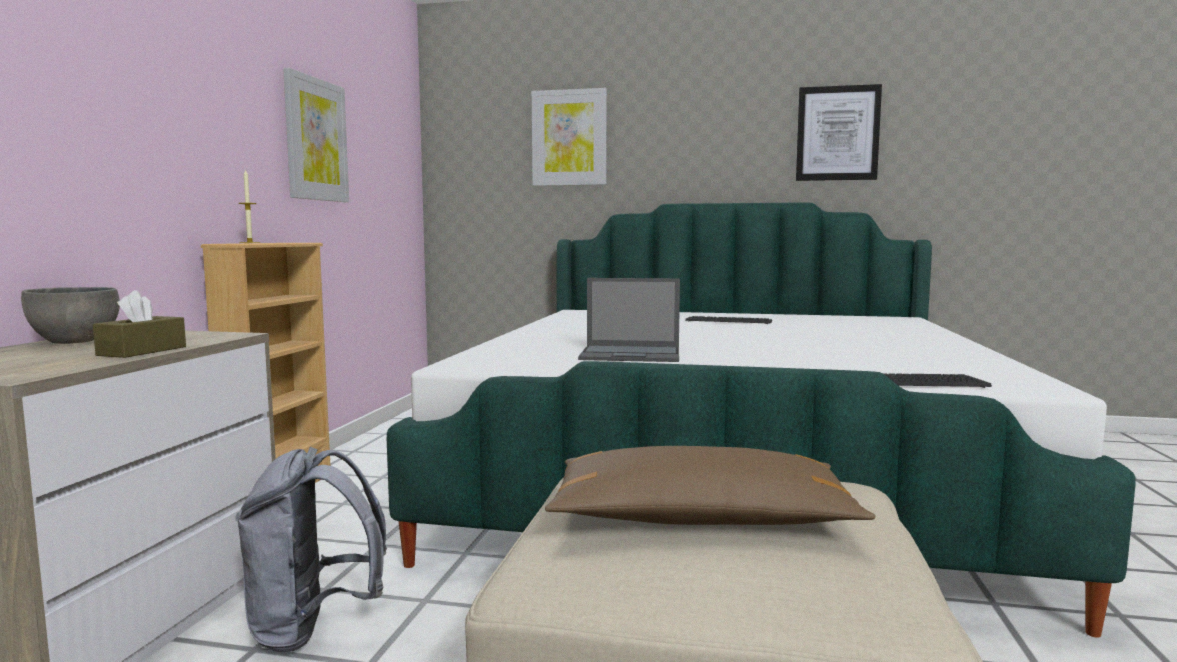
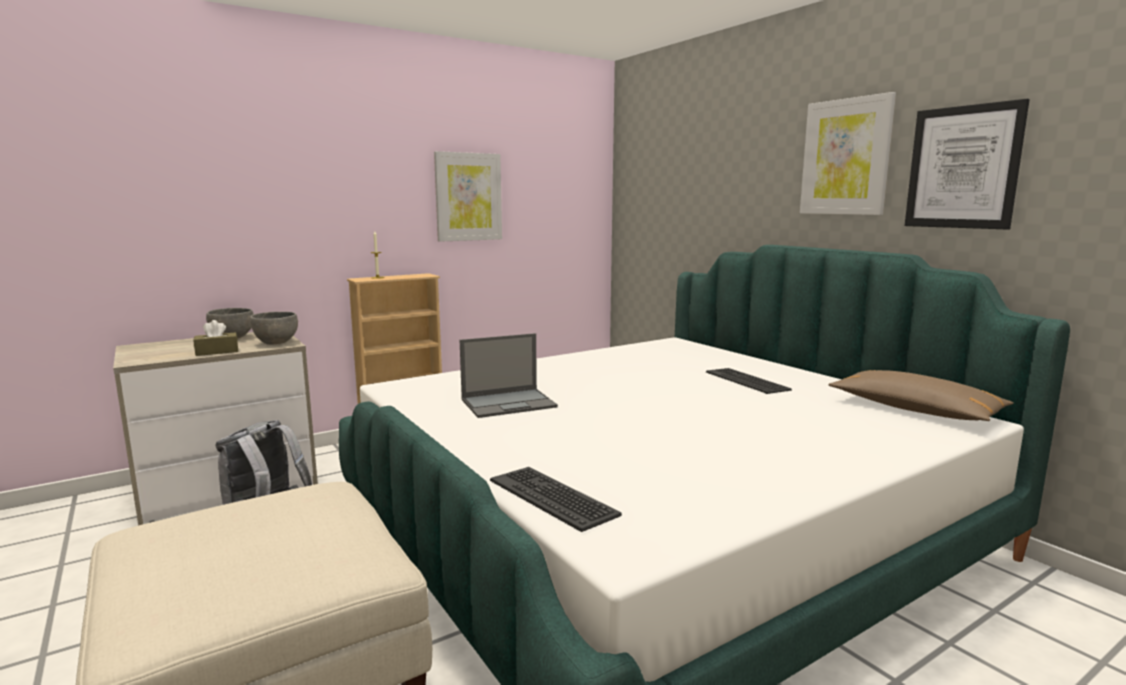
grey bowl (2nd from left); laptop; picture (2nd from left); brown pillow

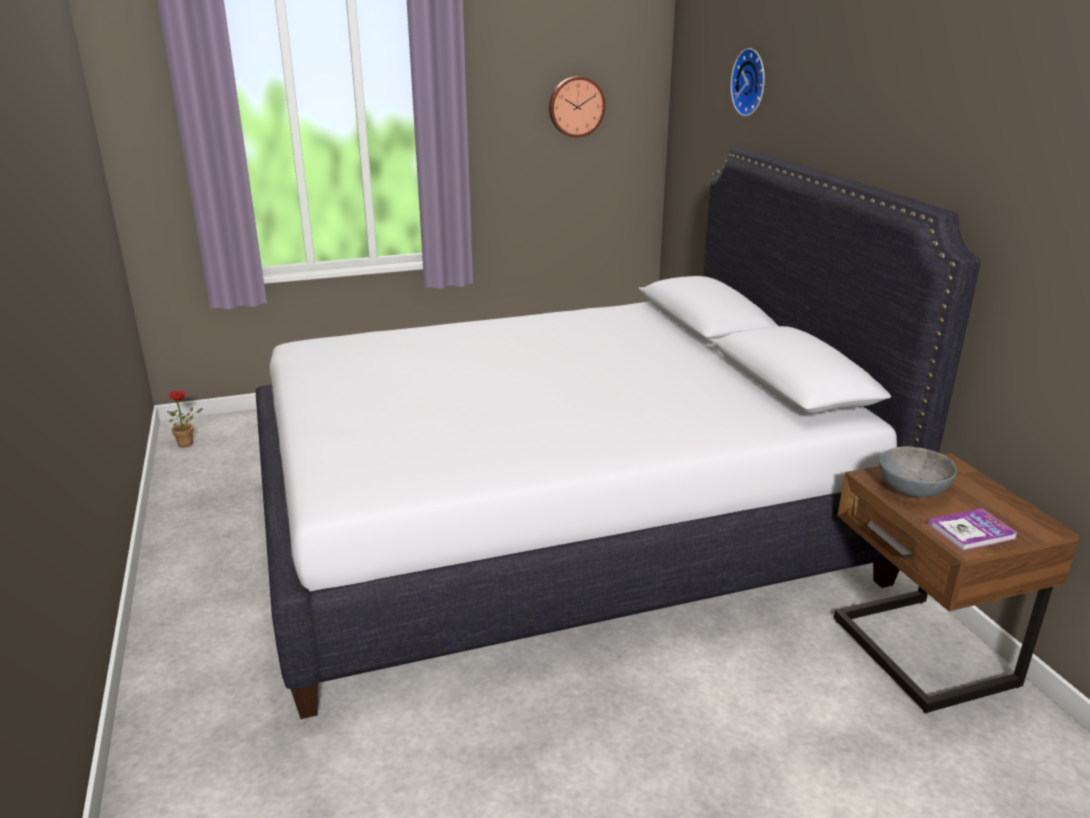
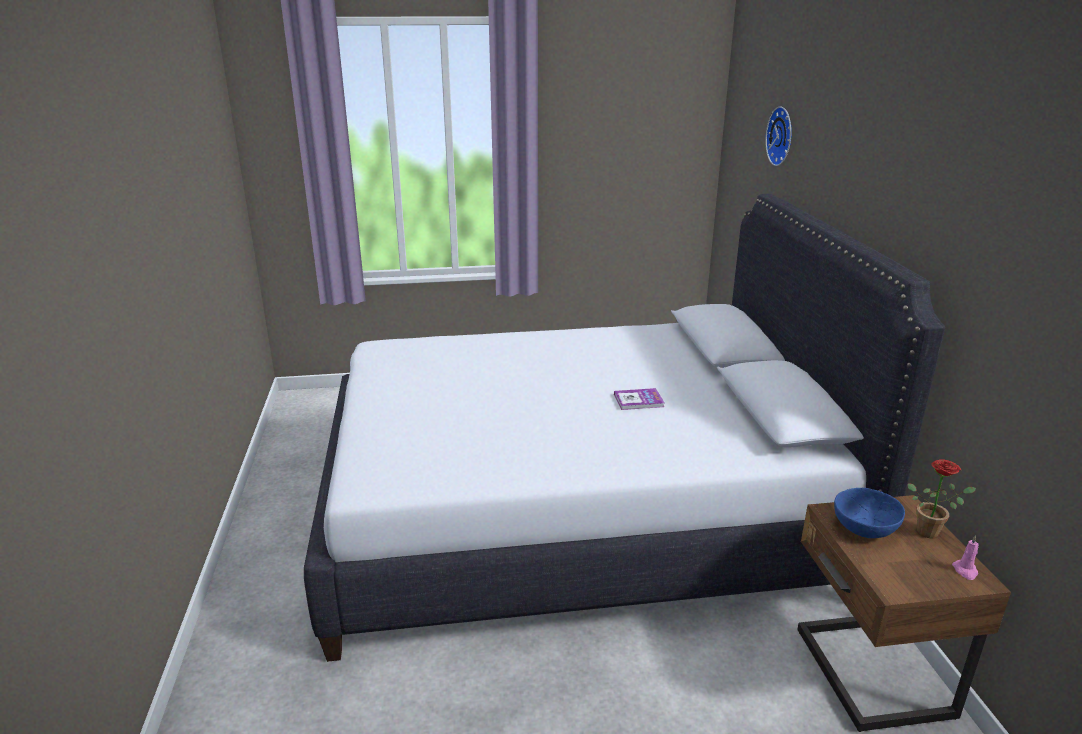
book; blue bowl; potted plant; pink candle; wall clock (1st from left in the first image)

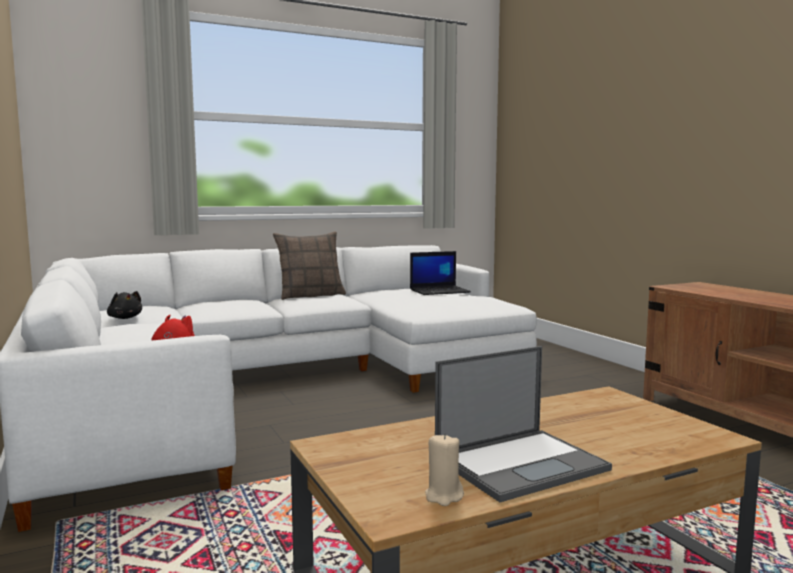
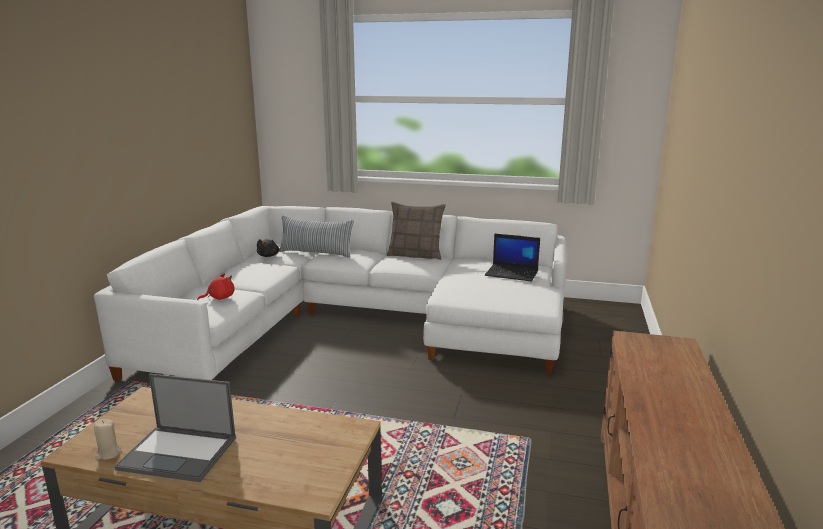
pillow (1st from left)

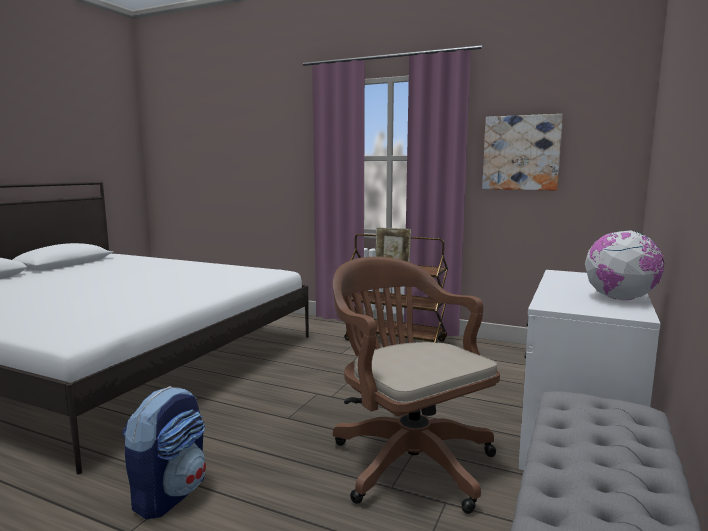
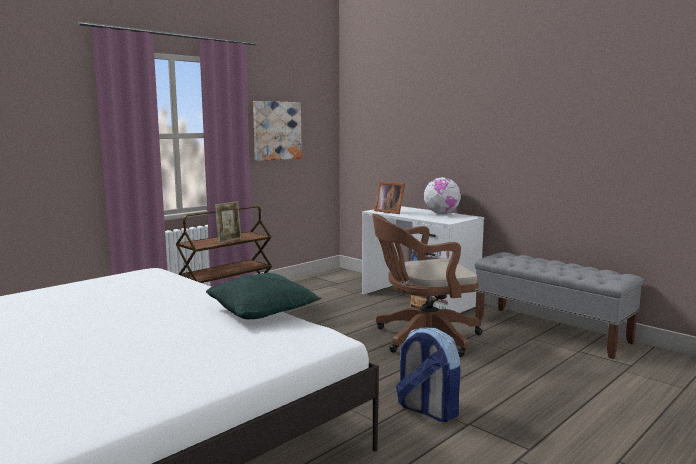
green pillow; picture frame (2nd from left)

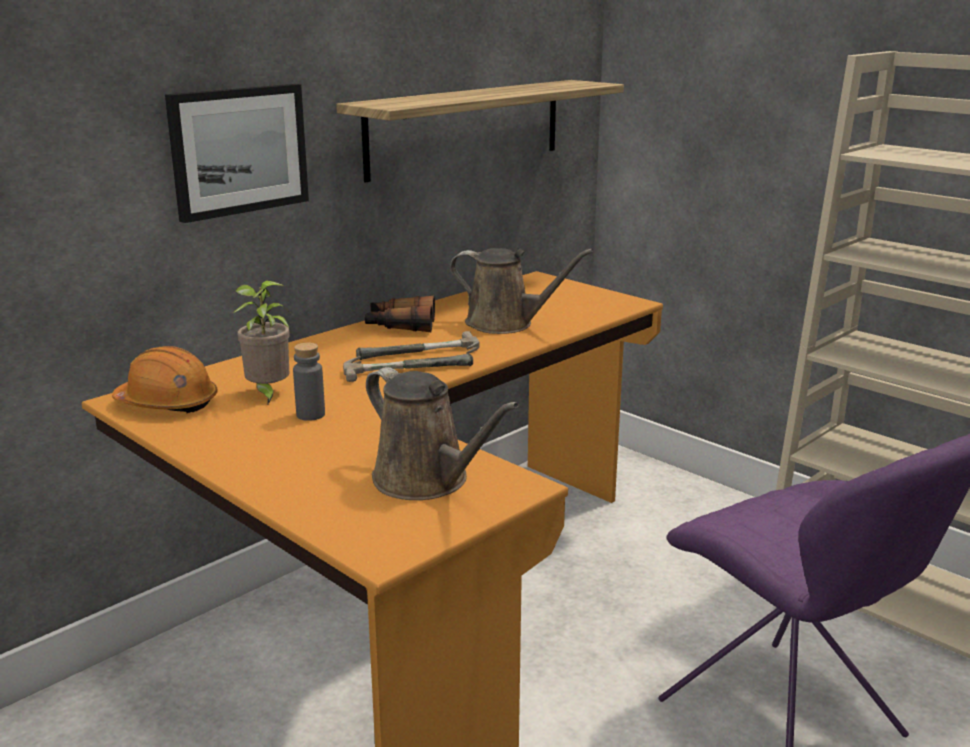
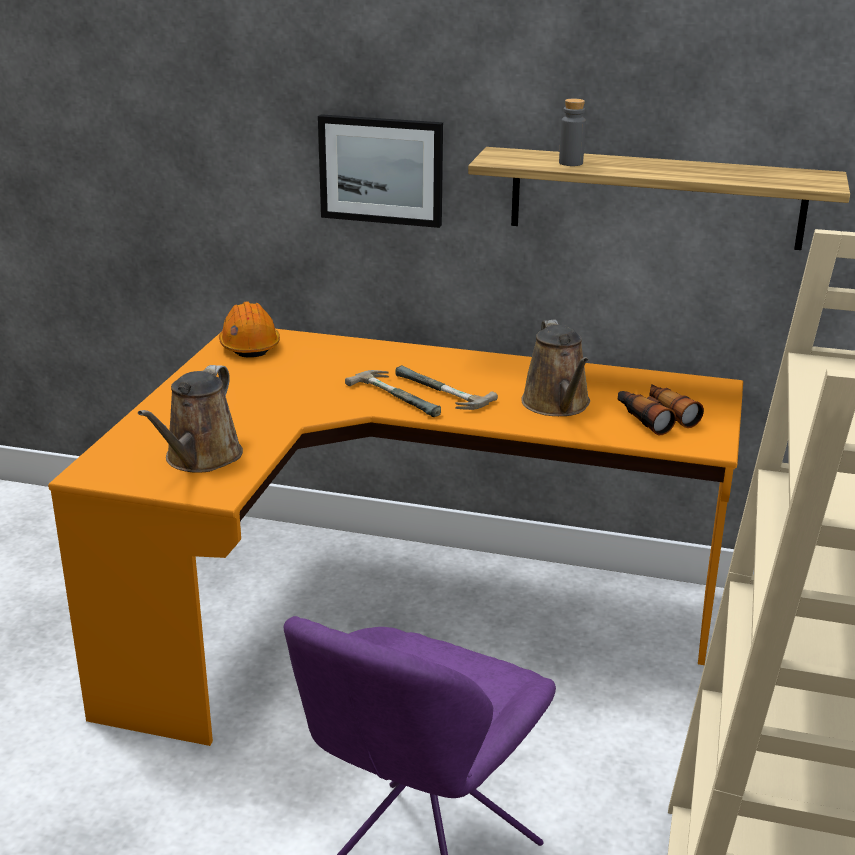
grey bottle; binoculars; potted plant

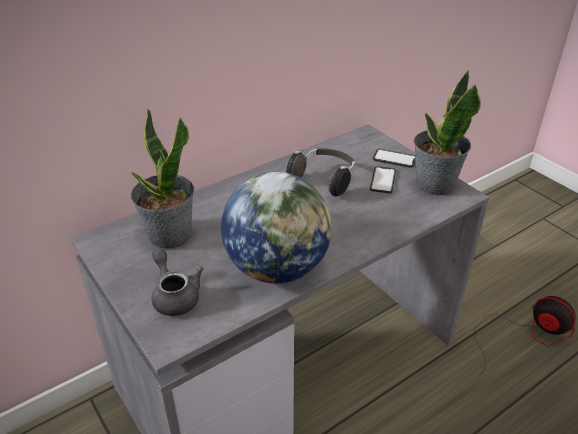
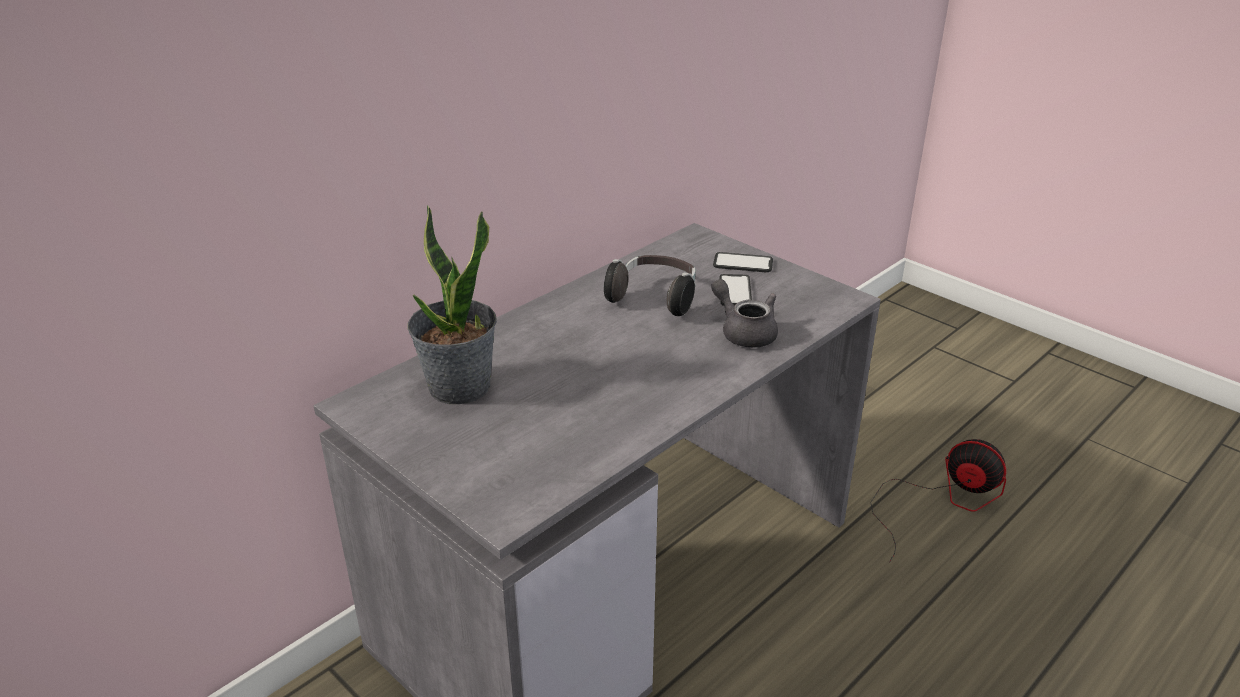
grey teapot; globe; potted plant (2nd from left in the first image)

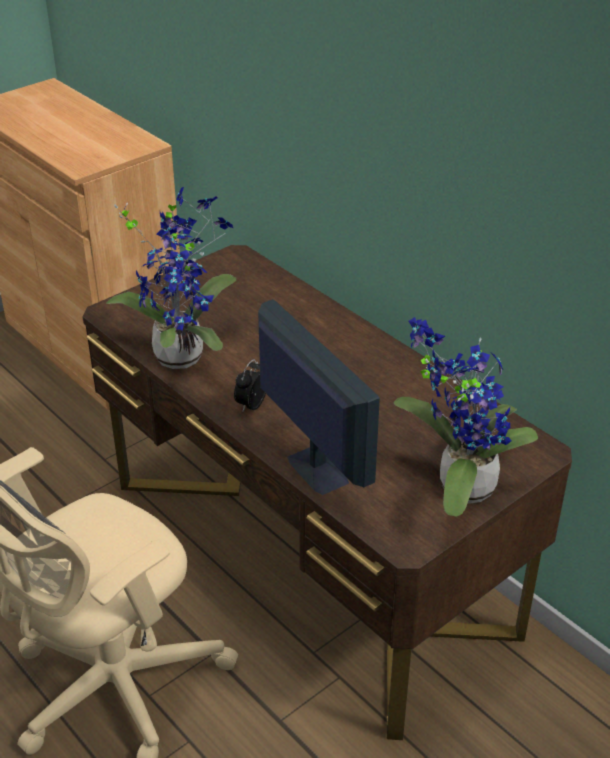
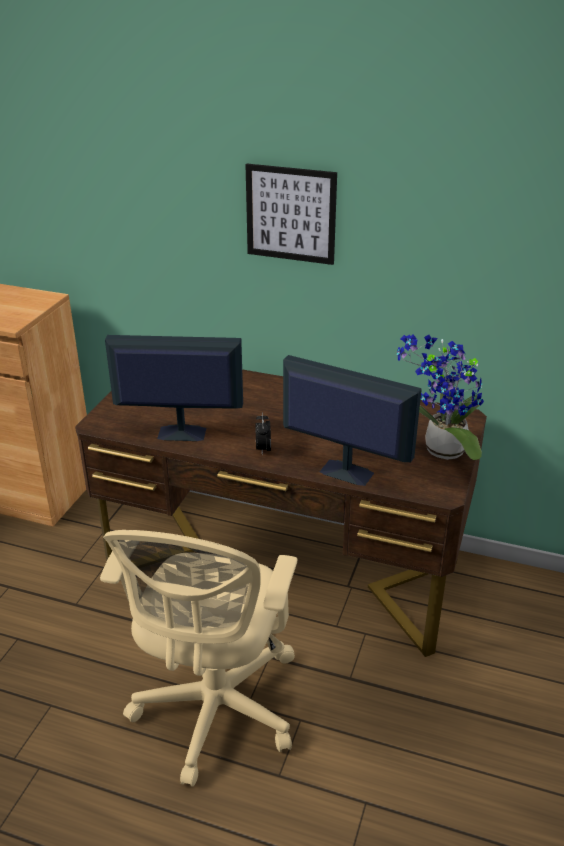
monitor (1st from left); picture

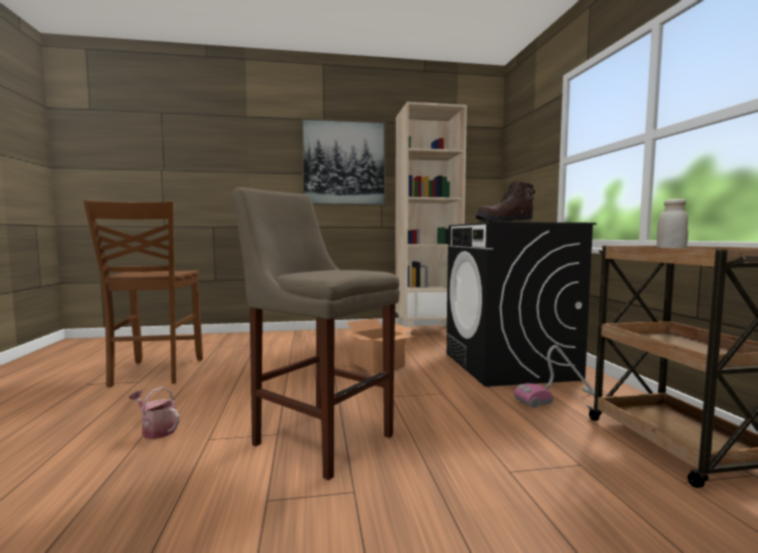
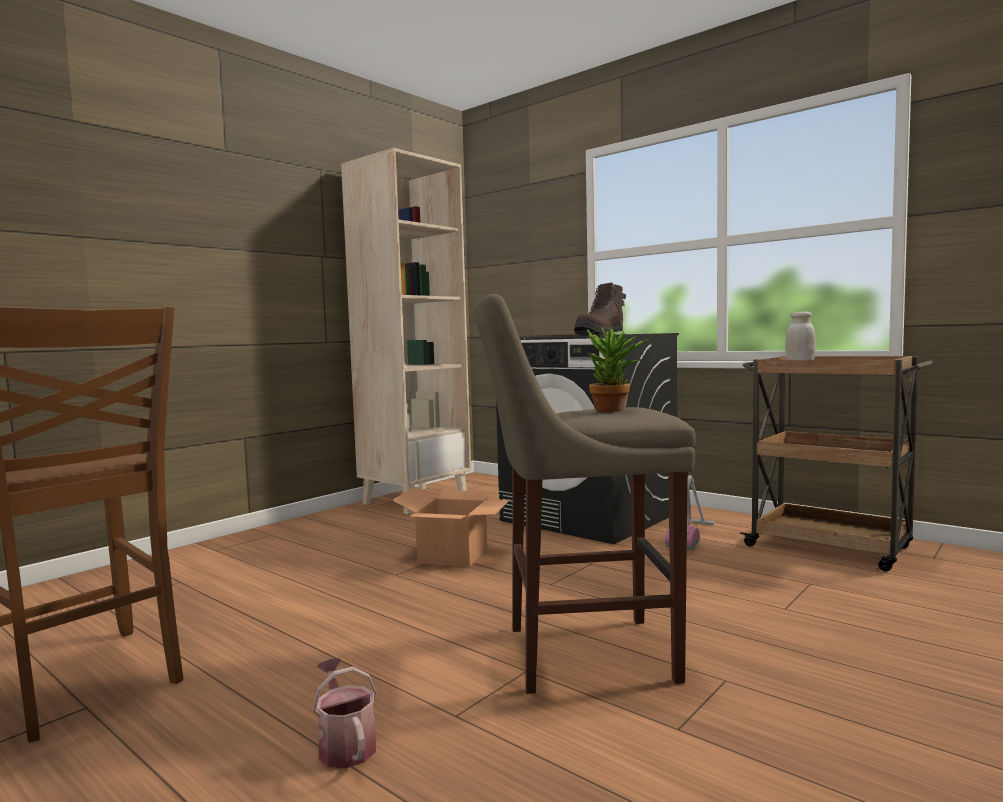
watering can; potted plant; picture

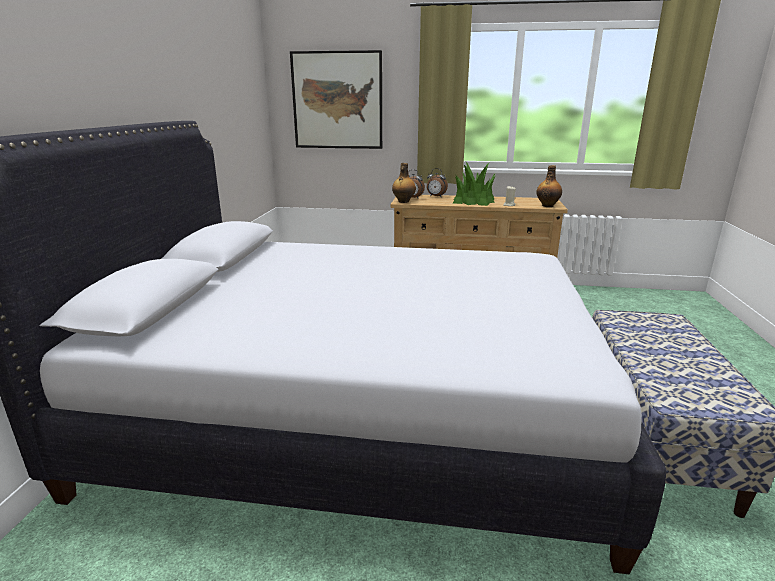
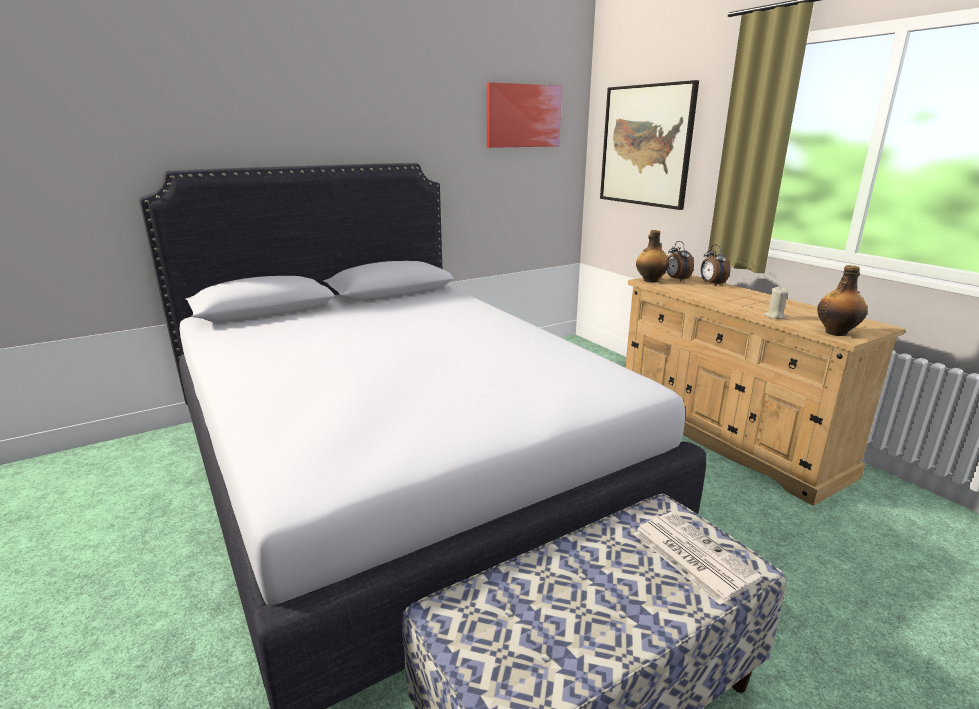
picture (1st from left); newspaper; potted plant

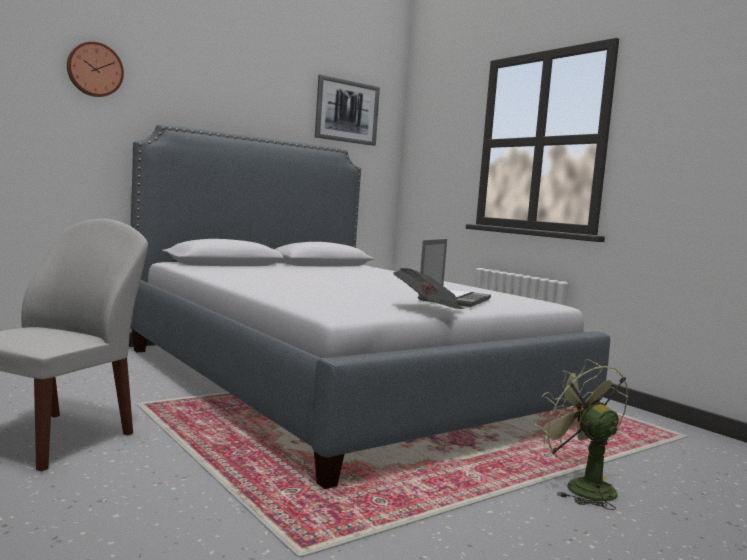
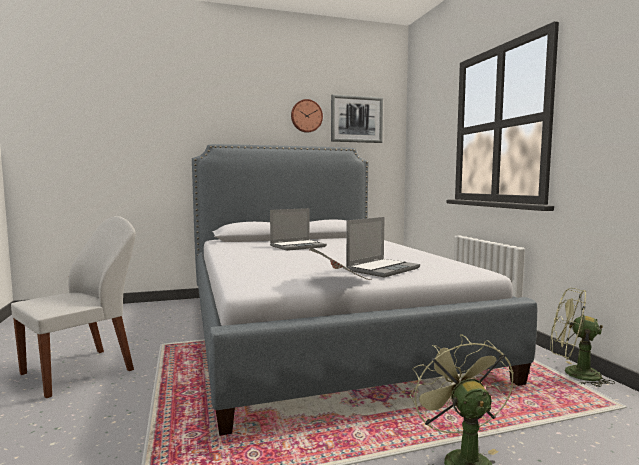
laptop (1st from left); wall clock; green fan (2nd from left)

